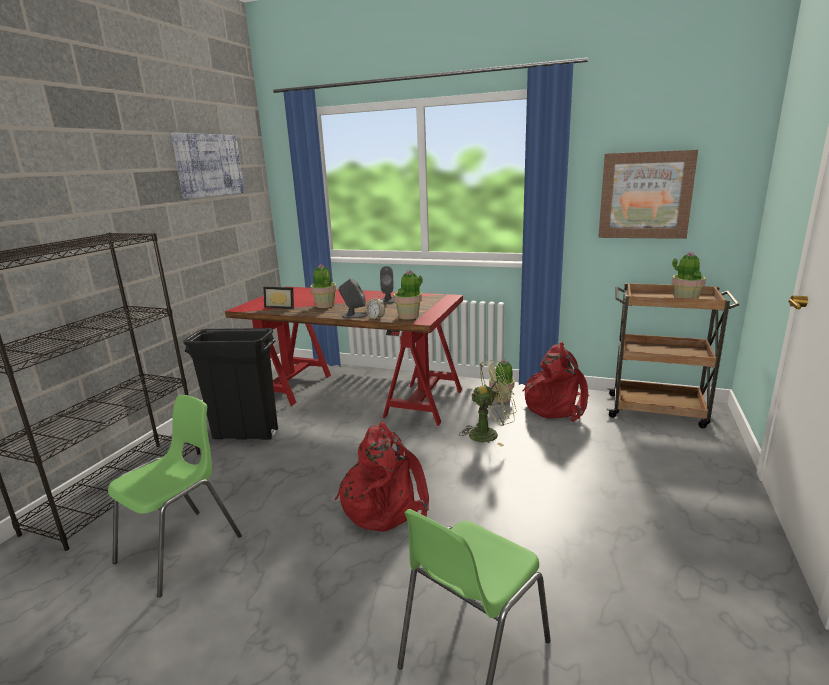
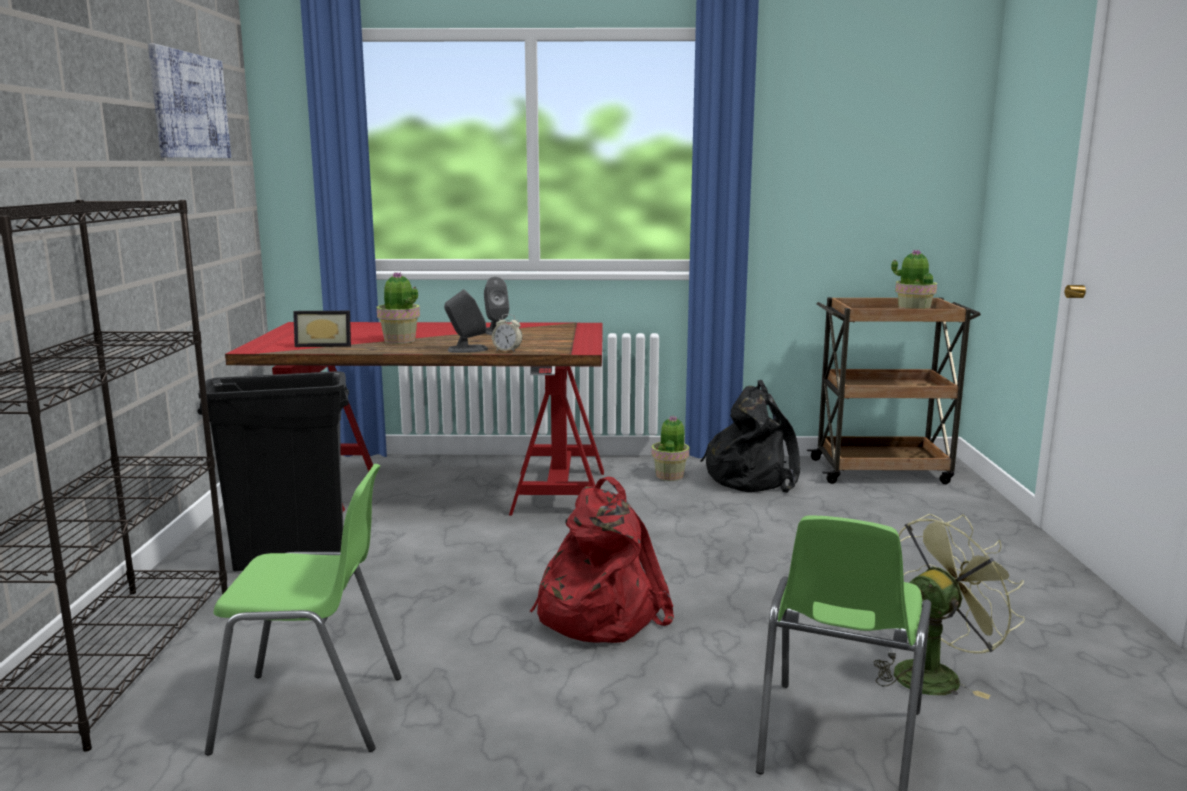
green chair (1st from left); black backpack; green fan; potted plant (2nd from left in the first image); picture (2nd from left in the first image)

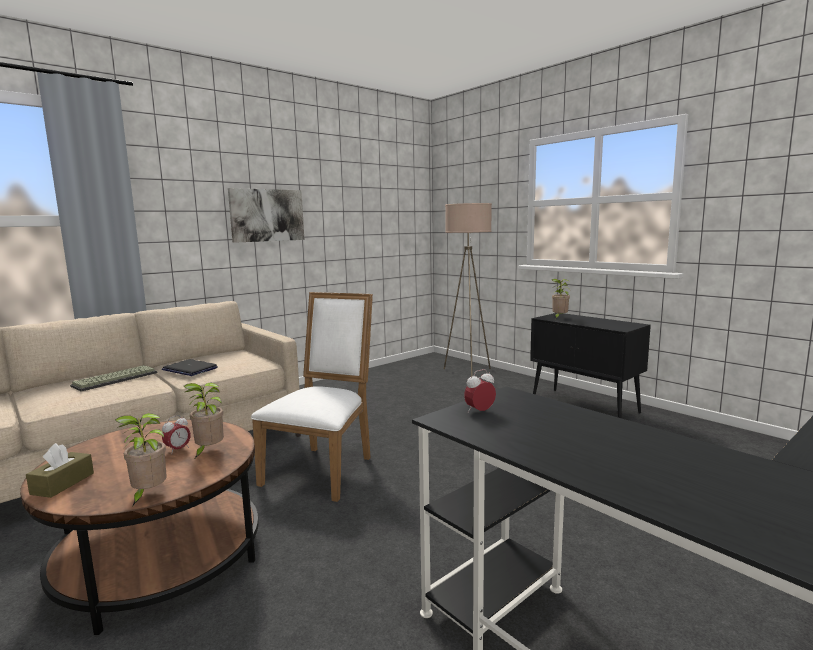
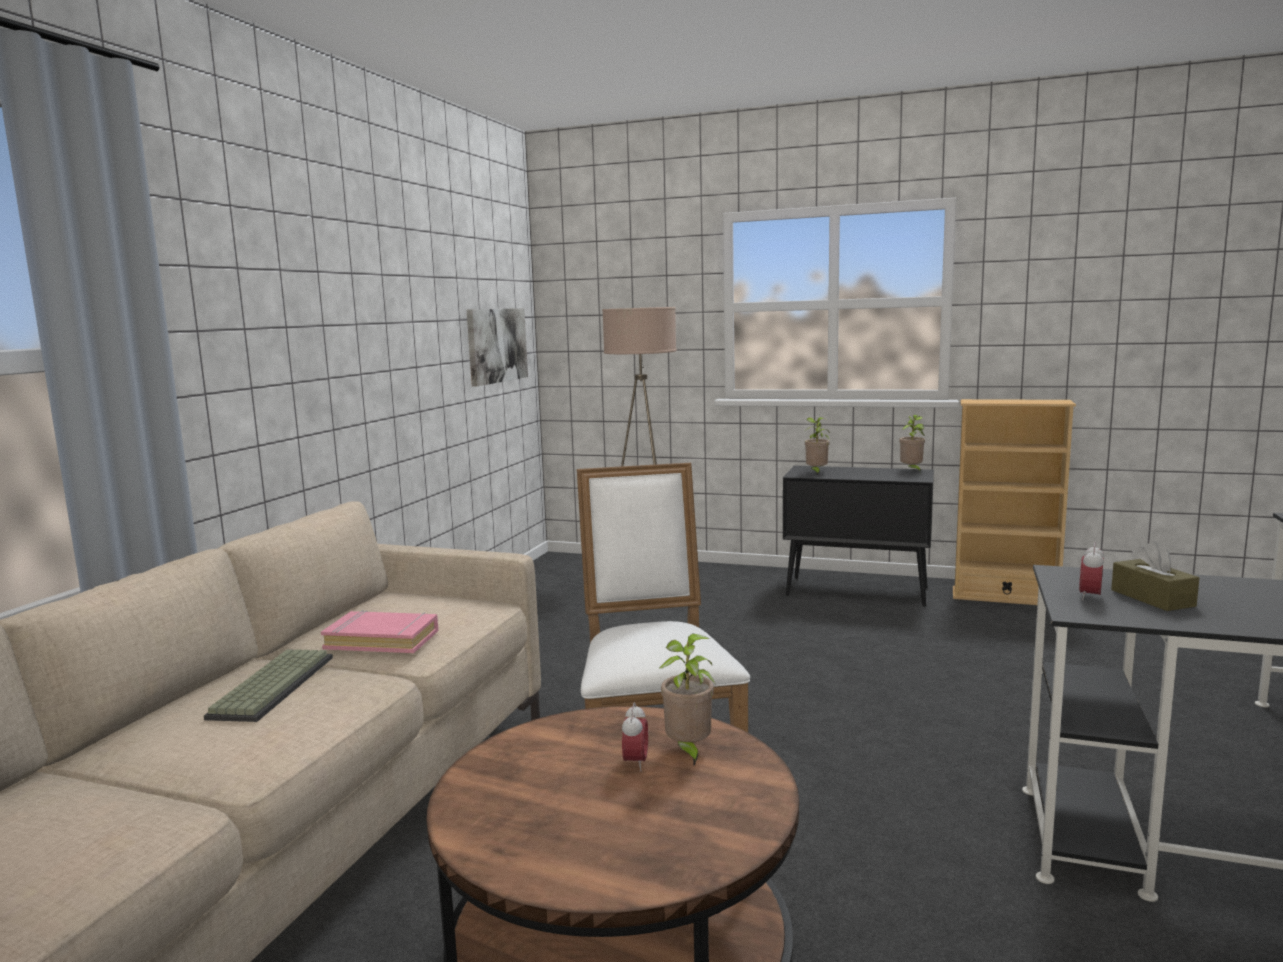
pink book; picture; potted plant (3rd from left); beige bookcase; brown tissue box

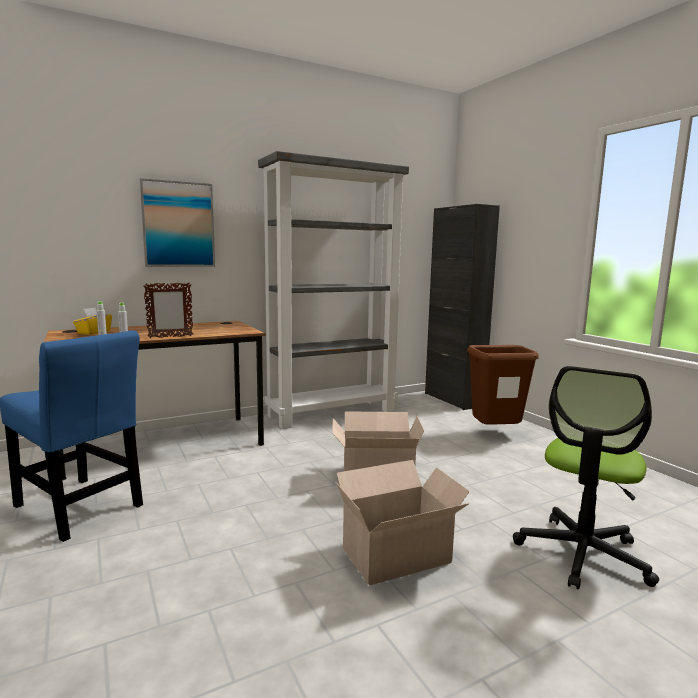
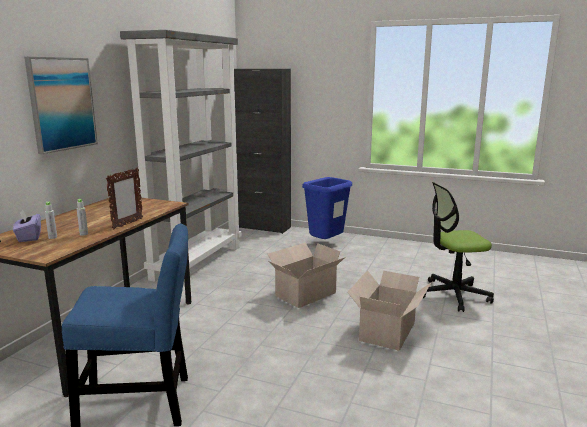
purple tissue box; blue trash can; office chair

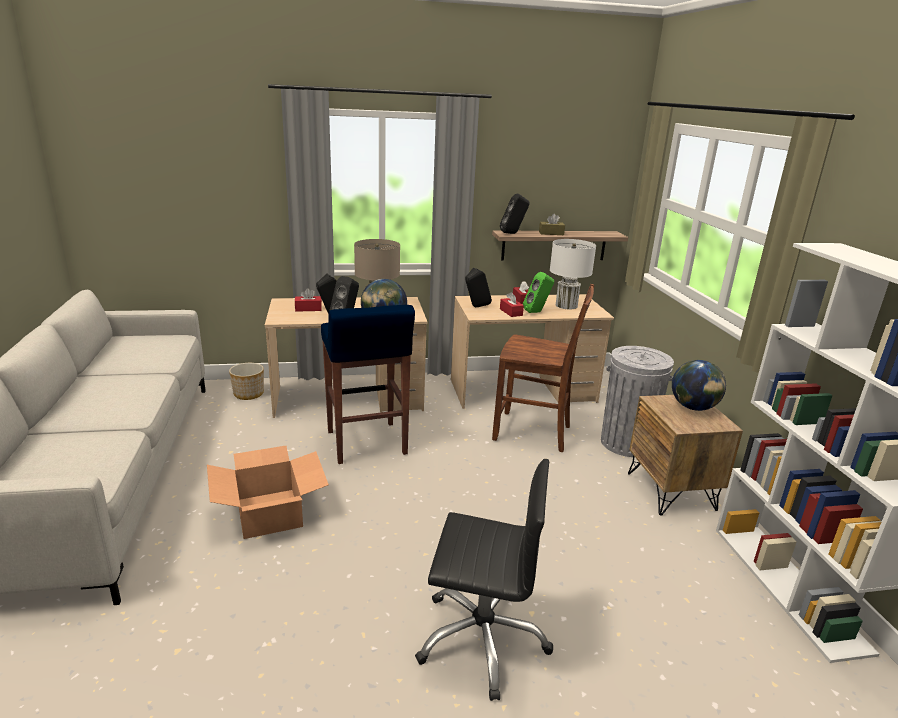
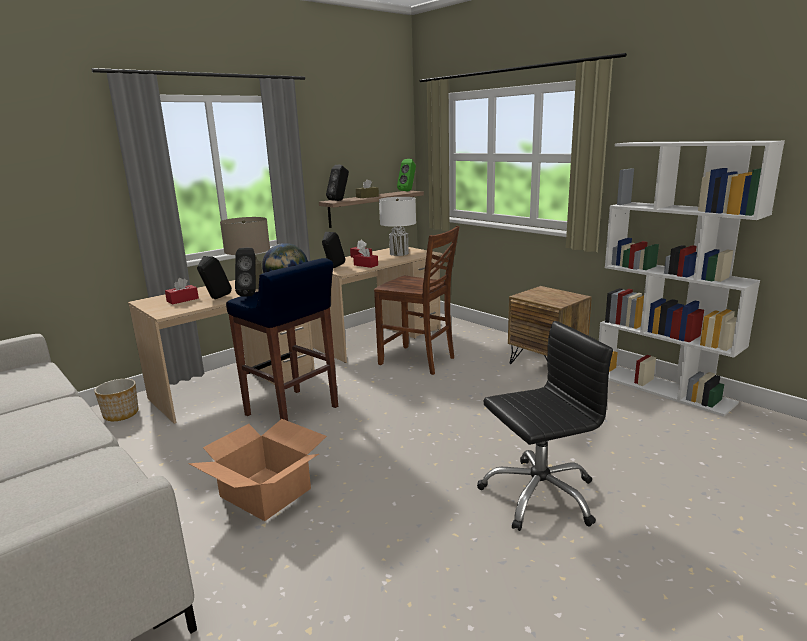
brown chair; green speaker; grey trash can; globe (2nd from left in the first image)

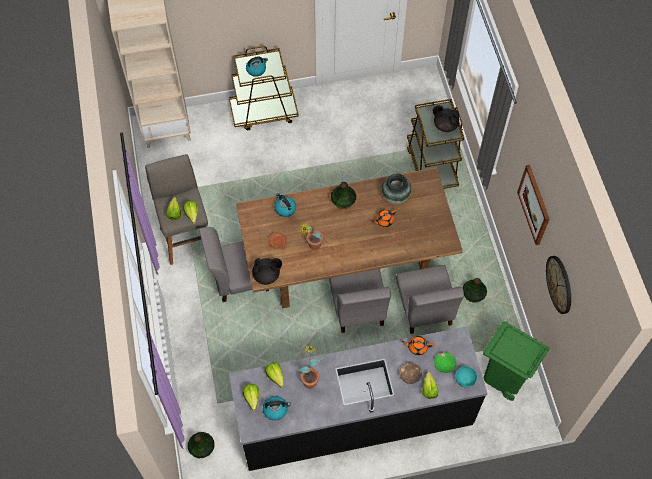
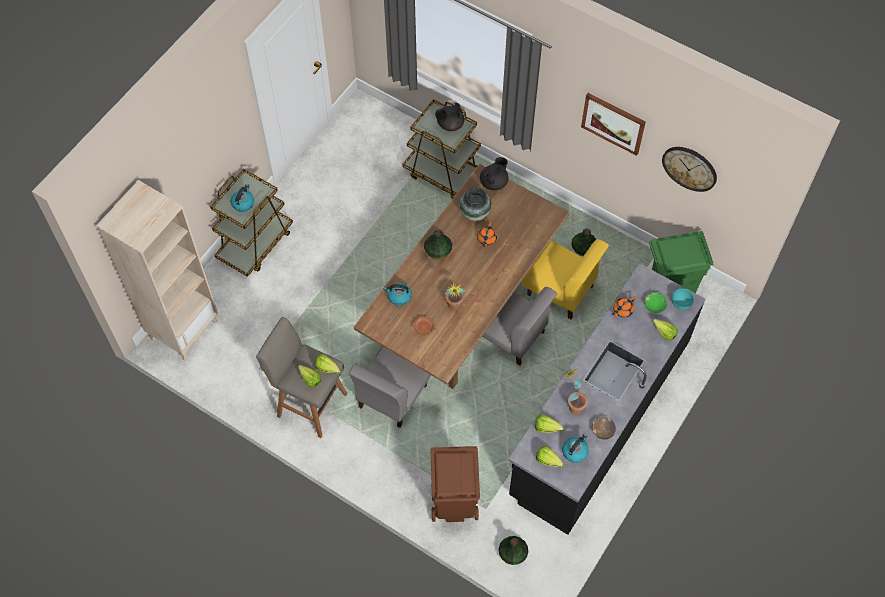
brown trash can; black teapot (2nd from left); yellow chair; brown bowl

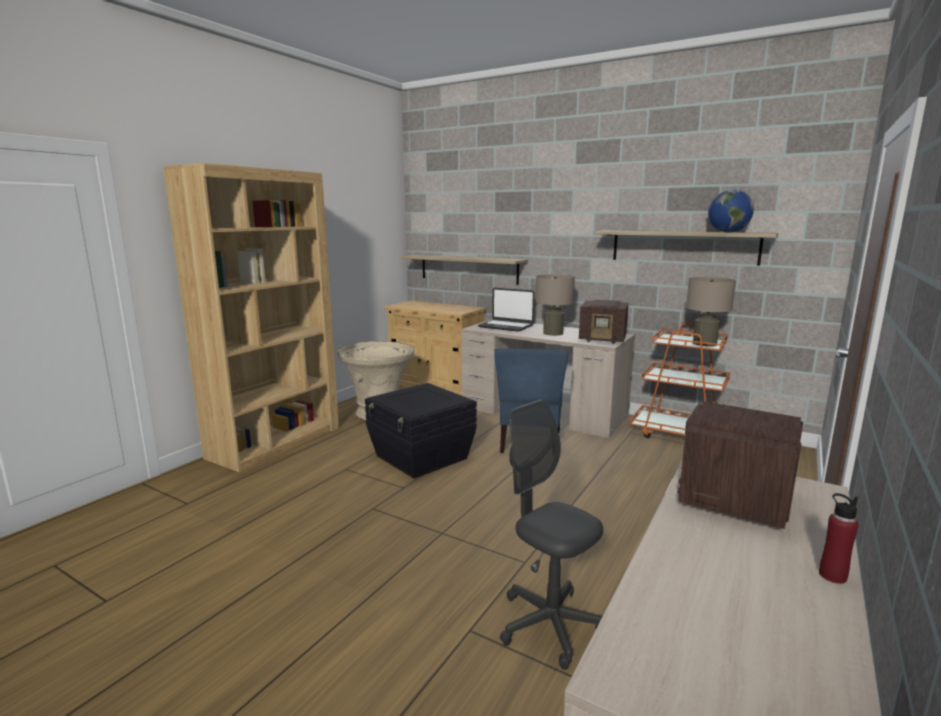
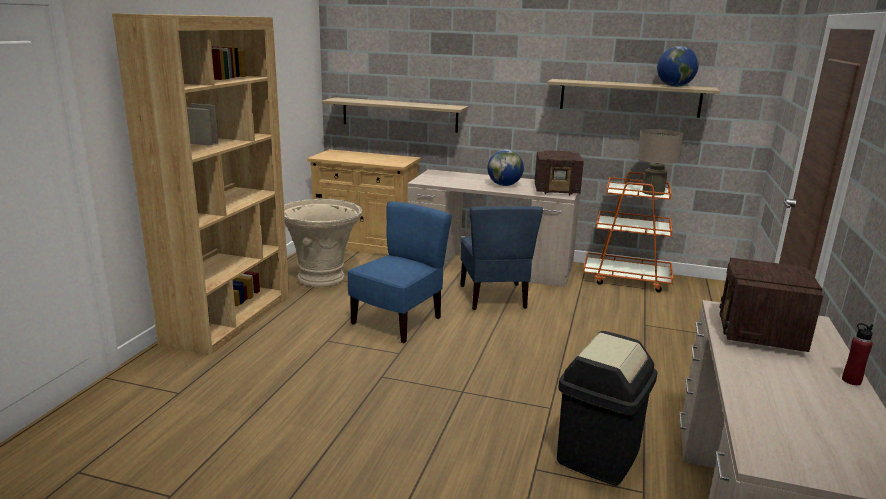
blue chair (1st from left); globe (1st from left); black trash can; laptop

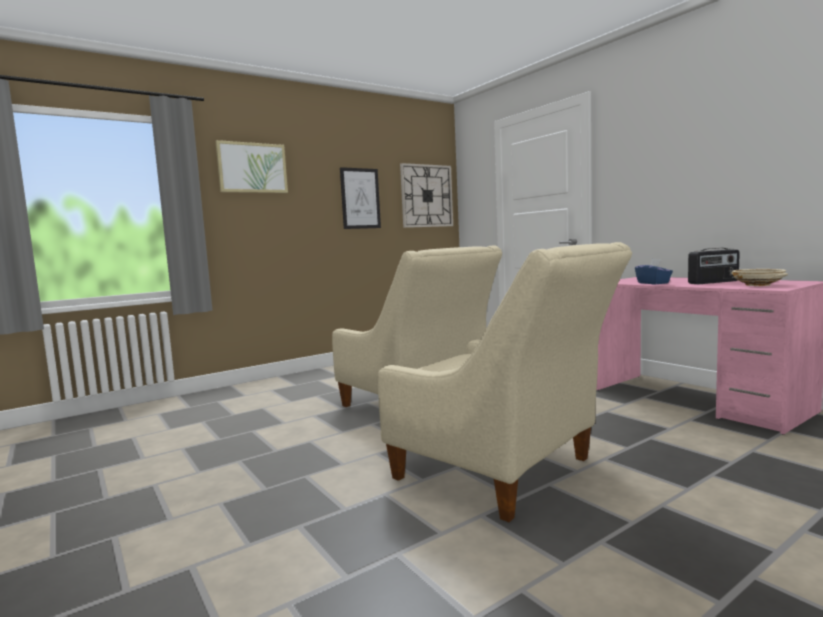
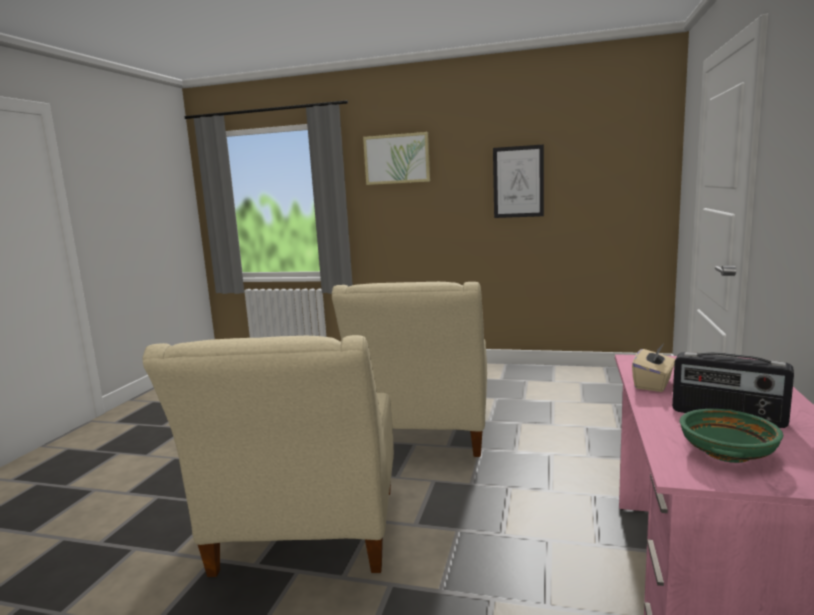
beige tissue box; green bowl; wall clock

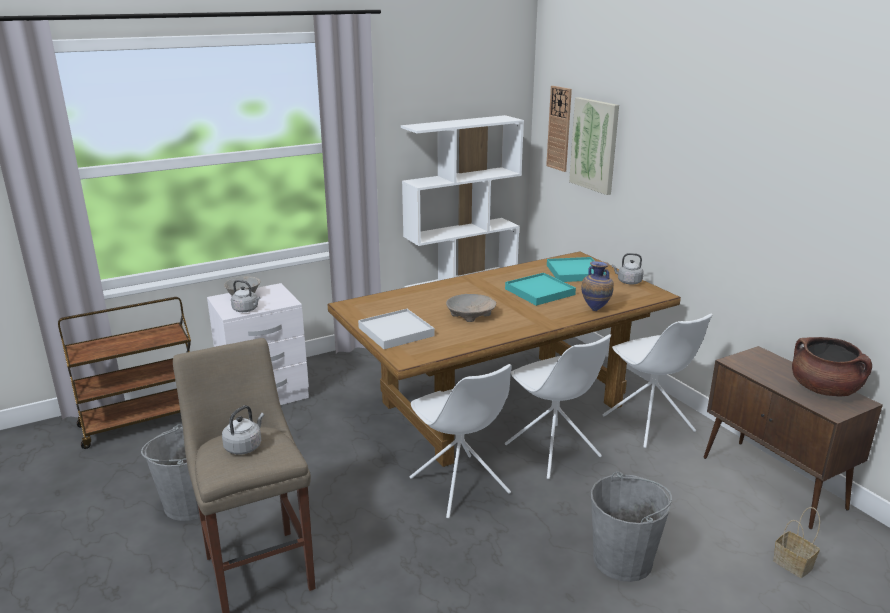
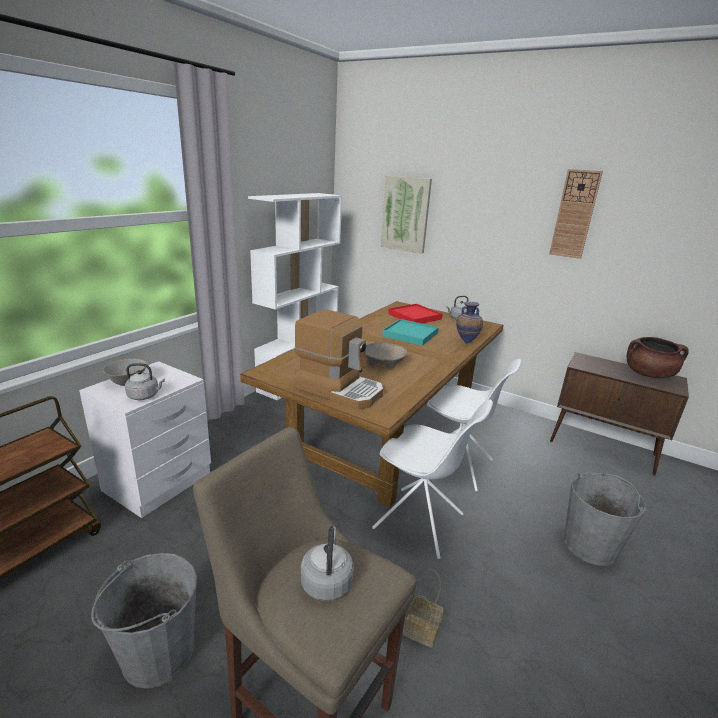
coffee machine; red tray; basket; wall clock; white chair (3rd from left in the first image)

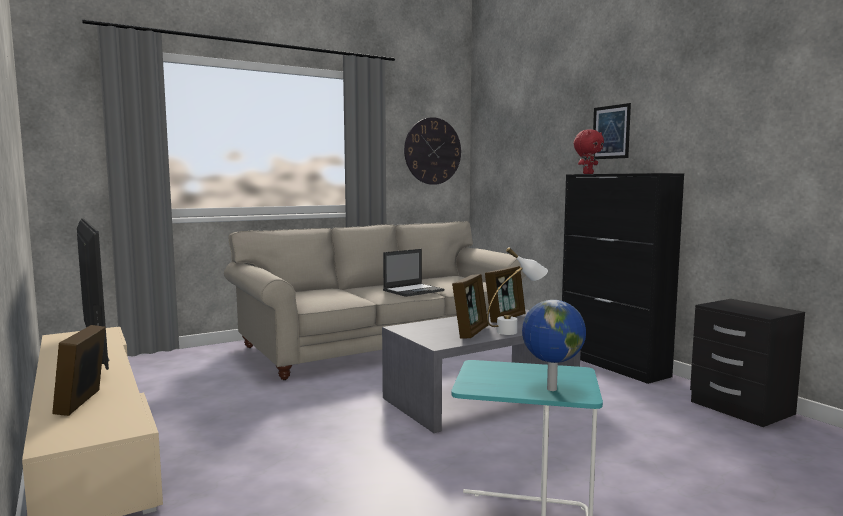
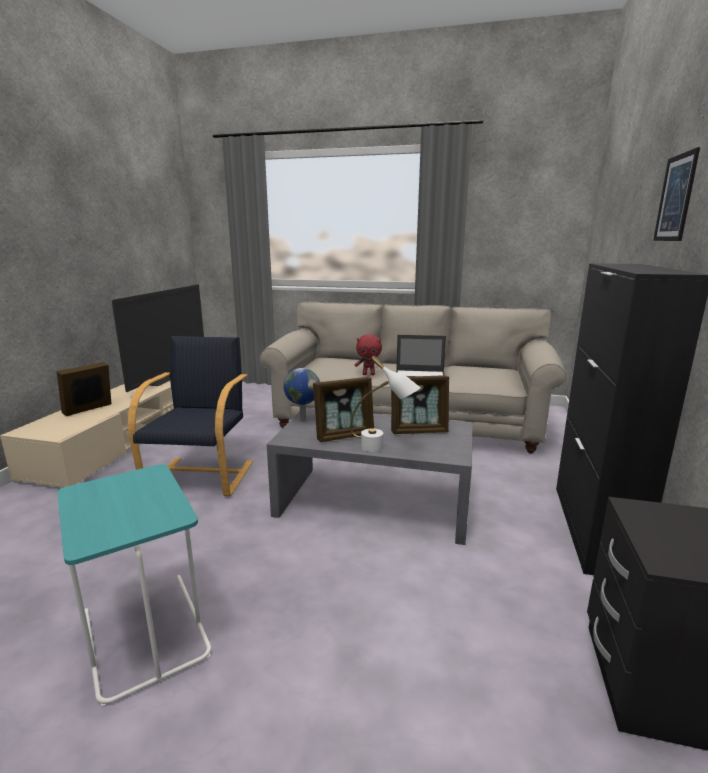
black armchair; globe; red plush toy; wall clock

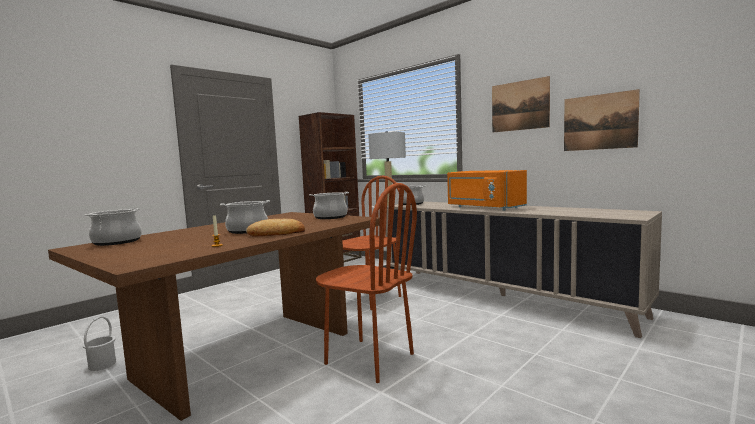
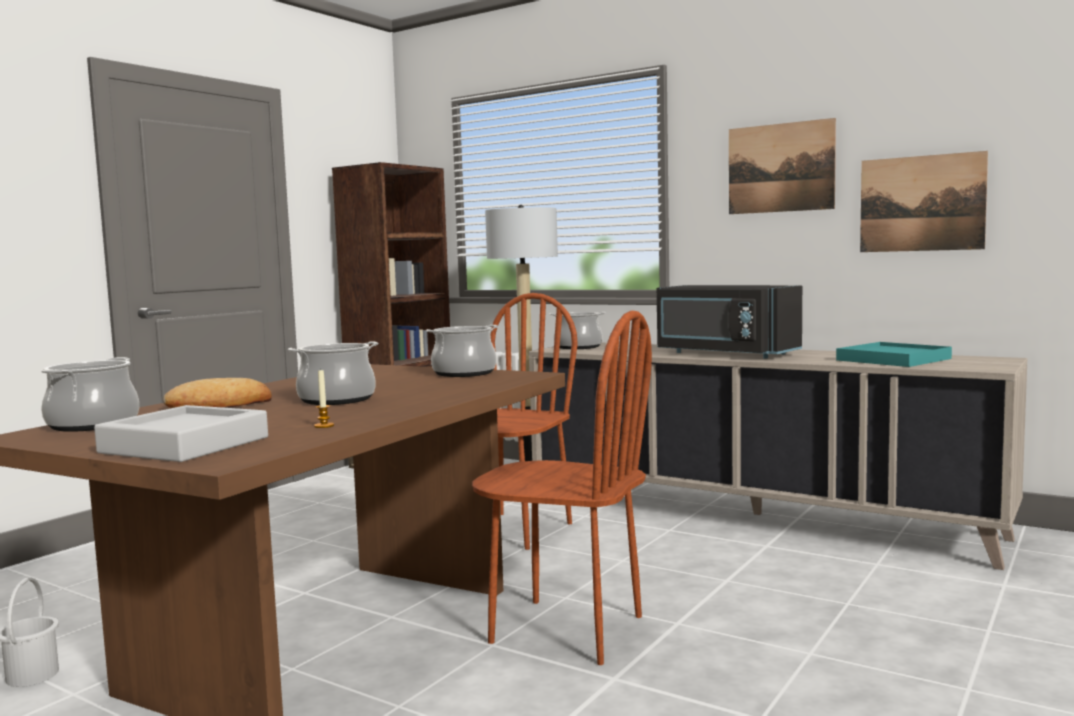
grey tray; bread; black microwave; turquoise tray

